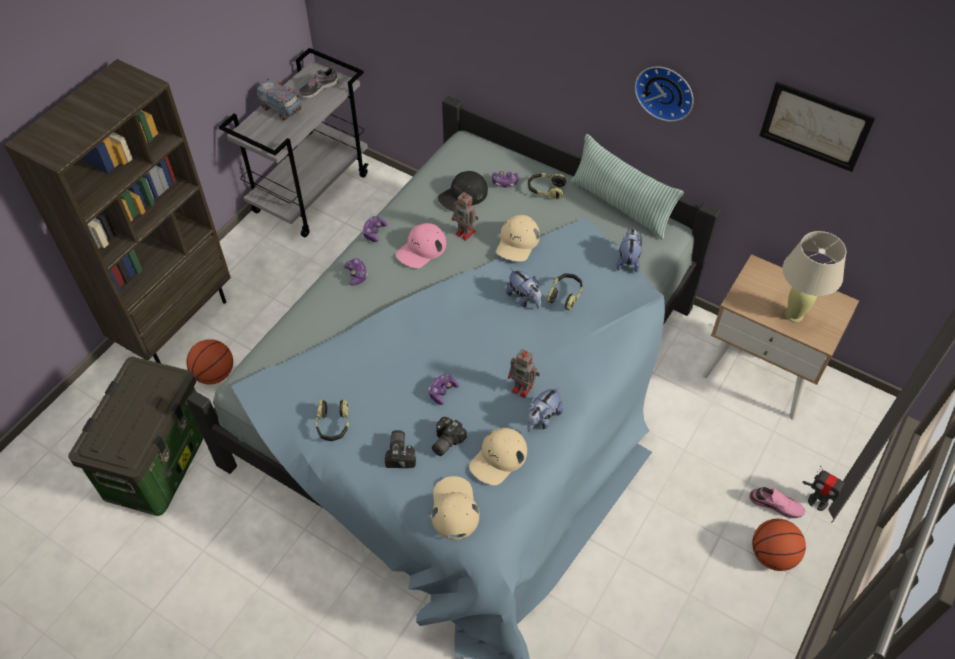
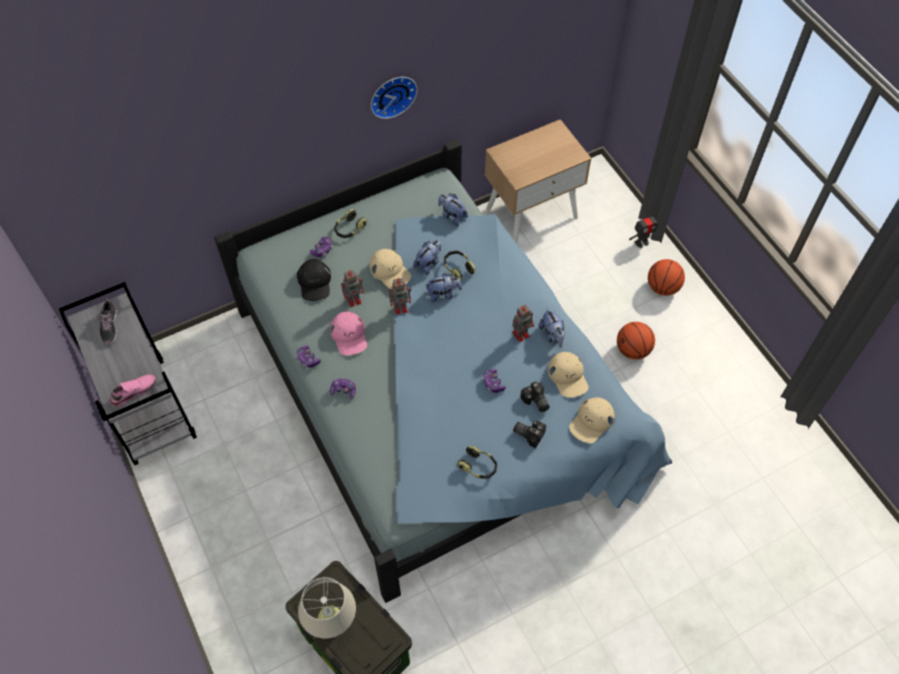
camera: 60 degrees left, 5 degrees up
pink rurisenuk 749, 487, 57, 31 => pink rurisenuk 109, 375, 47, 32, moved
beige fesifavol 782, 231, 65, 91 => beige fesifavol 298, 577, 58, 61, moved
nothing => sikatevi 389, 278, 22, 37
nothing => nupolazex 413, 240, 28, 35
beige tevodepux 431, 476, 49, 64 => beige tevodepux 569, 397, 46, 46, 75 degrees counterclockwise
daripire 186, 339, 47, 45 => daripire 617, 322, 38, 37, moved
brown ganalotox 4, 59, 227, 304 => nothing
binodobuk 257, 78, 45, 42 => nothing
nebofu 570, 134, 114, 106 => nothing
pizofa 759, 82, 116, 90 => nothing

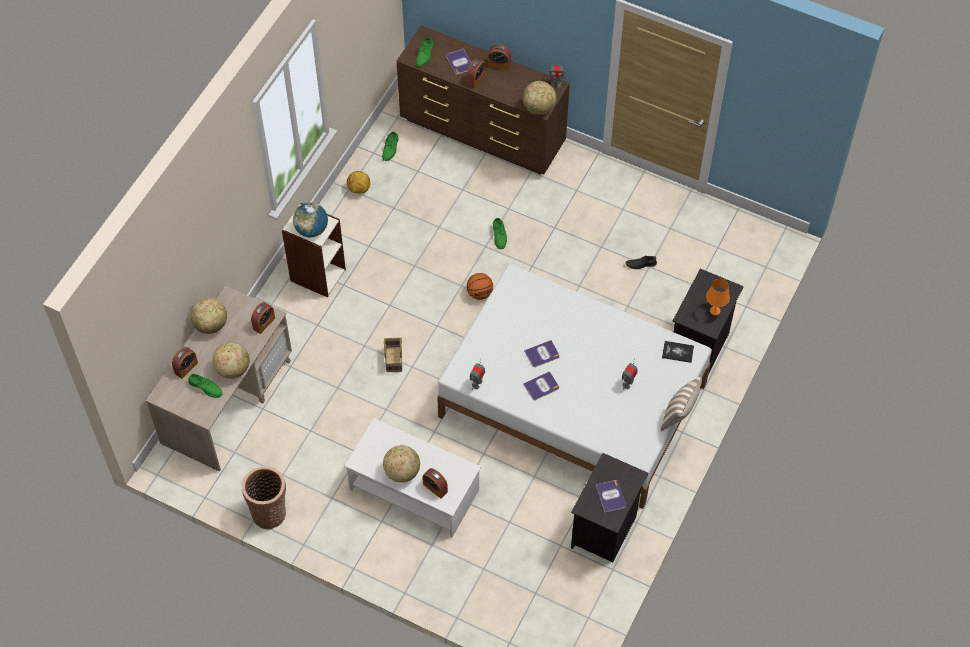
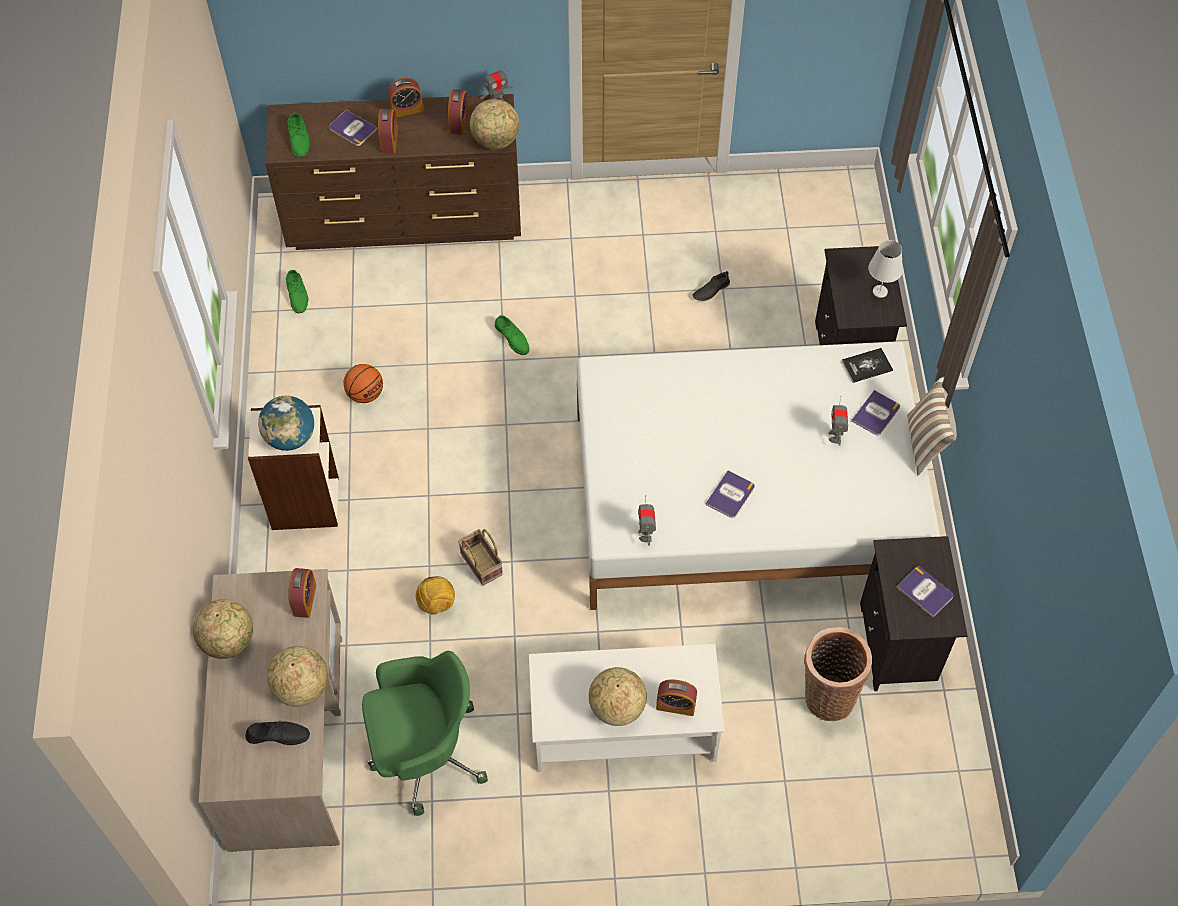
camera: 30 degrees left, 0 degrees up
green rurisenuk 188, 374, 35, 24 => black rurisenuk 246, 721, 64, 24
daripire 467, 273, 26, 27 => daripire 343, 364, 40, 39, moved
nothing => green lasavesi 362, 651, 126, 165
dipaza 347, 171, 23, 23 => dipaza 416, 576, 39, 39, moved
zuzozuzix 172, 347, 26, 32 => zuzozuzix 448, 89, 21, 46, moved
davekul 241, 466, 45, 63 => davekul 804, 627, 68, 94, moved
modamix 524, 340, 36, 27 => modamix 851, 390, 49, 45, moved
orange fesifavol 706, 279, 24, 36 => white fesifavol 868, 240, 35, 58

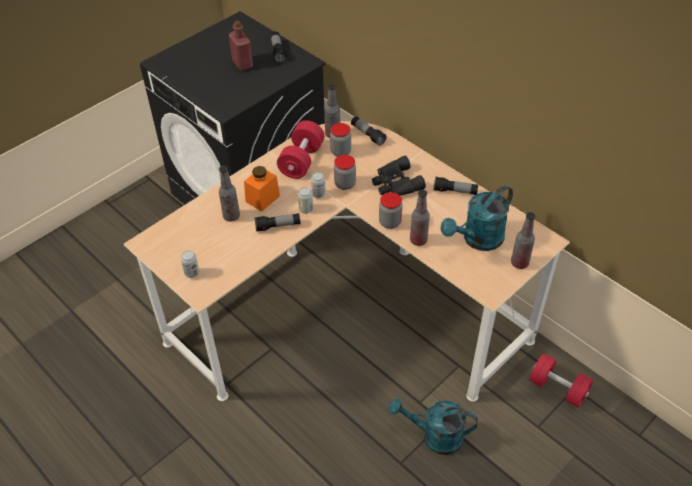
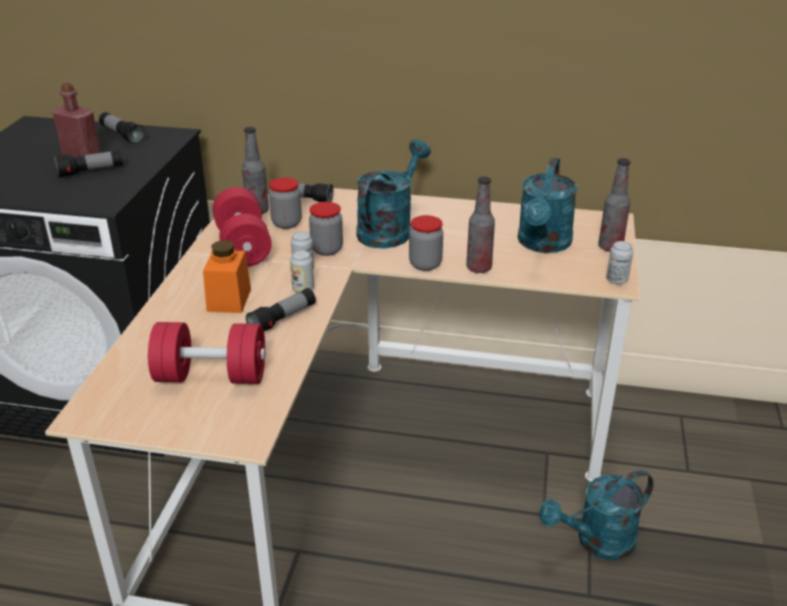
camera: 35 degrees left, 15 degrees down
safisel 434, 177, 44, 18 => safisel 54, 150, 69, 27, moved
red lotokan 529, 354, 64, 54 => red lotokan 148, 322, 118, 62, moved
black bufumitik 372, 156, 54, 40 => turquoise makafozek 356, 140, 75, 108
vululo 181, 250, 18, 28 => vululo 606, 241, 27, 44, moved
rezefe 219, 166, 21, 56 => nothing

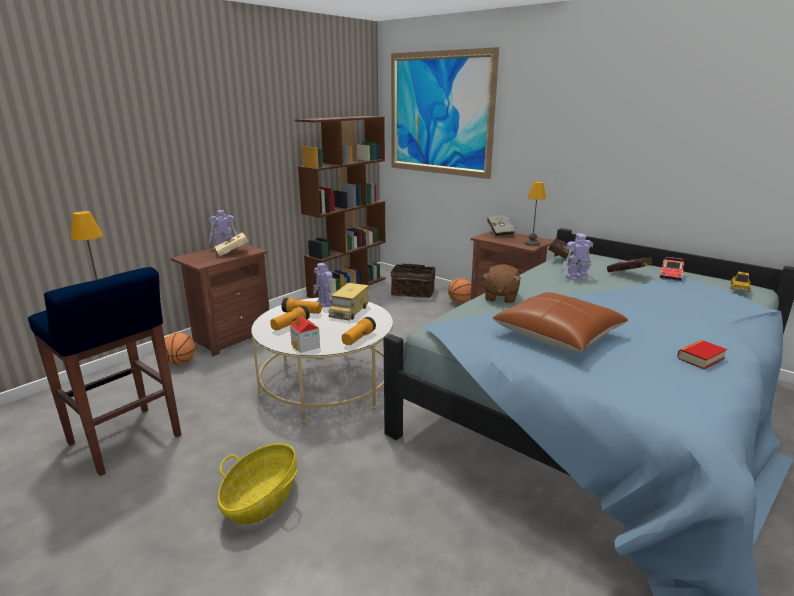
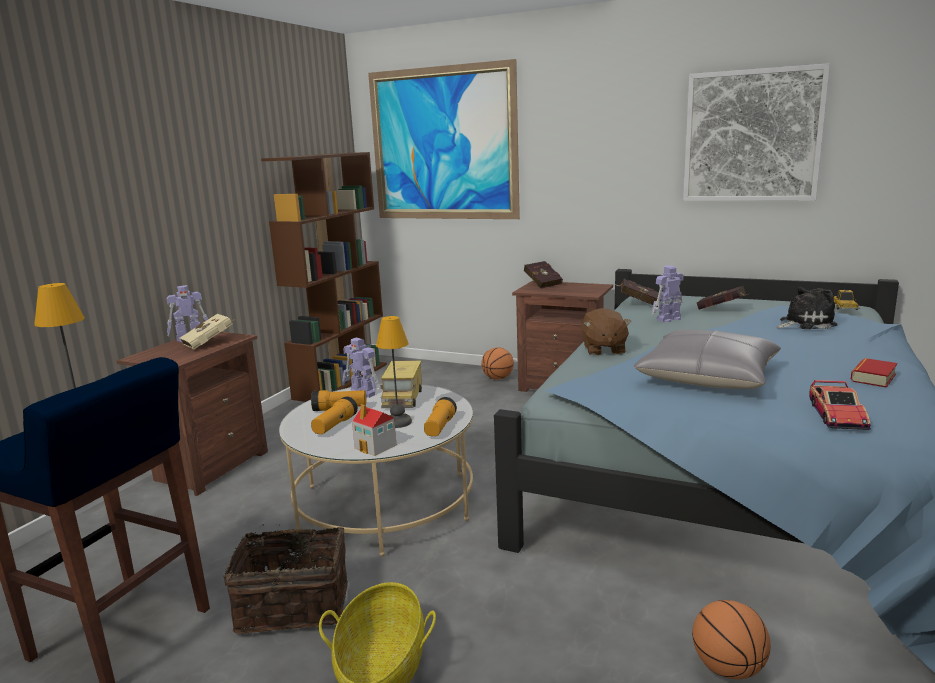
camera: 15 degrees left, 5 degrees down
davekul 390, 264, 46, 34 => davekul 223, 524, 125, 110, moved
fesifavol 525, 182, 21, 64 => fesifavol 376, 316, 36, 112, moved
grey modamix 487, 215, 28, 22 => red modamix 524, 261, 39, 27
brown nebofu 493, 292, 135, 60 => grey nebofu 634, 330, 147, 59
nothing => pizofa 683, 63, 147, 138
daripire 164, 332, 32, 33 => daripire 692, 600, 79, 79, moved
nothing => nupolazex 776, 287, 61, 42
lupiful 660, 257, 24, 24 => lupiful 809, 380, 62, 50, moved

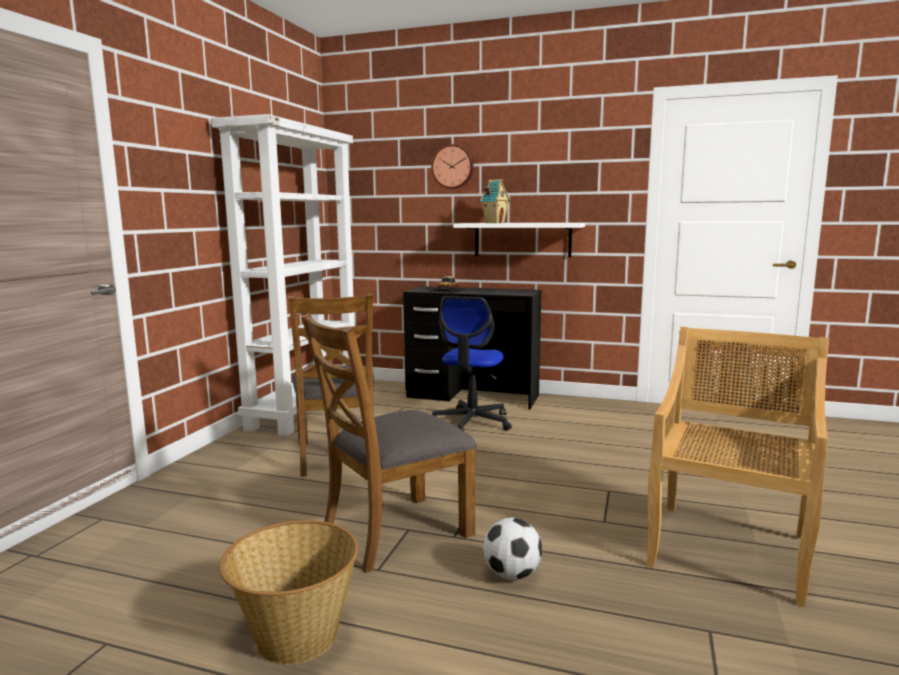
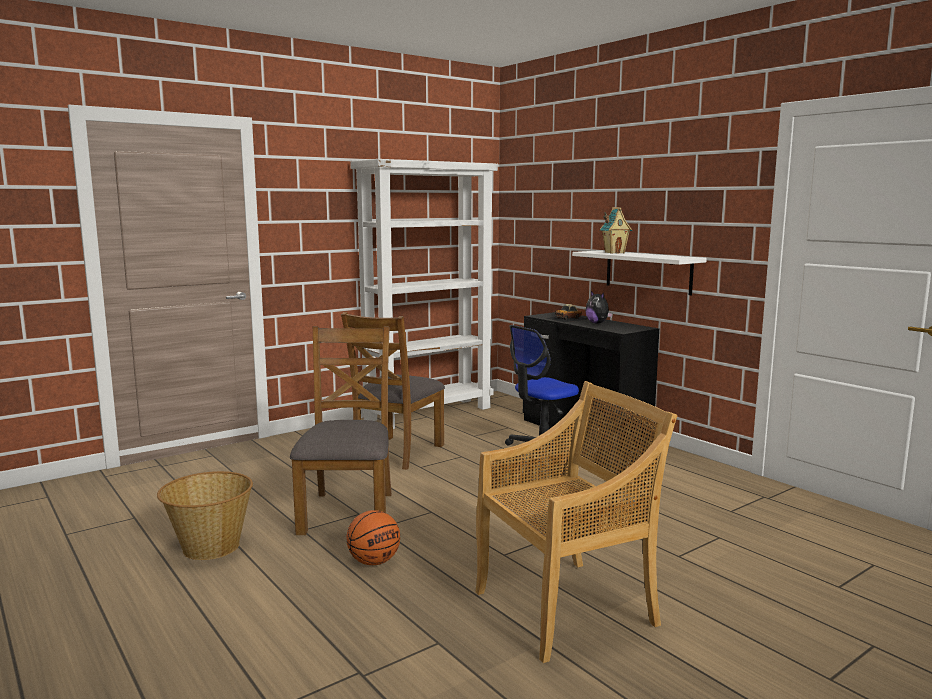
camera: 35 degrees right, 0 degrees up
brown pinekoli 301, 313, 176, 260 => brown pinekoli 290, 326, 102, 209, 90 degrees clockwise
dipaza 483, 518, 59, 62 => daripire 346, 510, 54, 55
nothing => nupolazex 585, 291, 28, 33
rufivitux 431, 144, 43, 45 => nothing

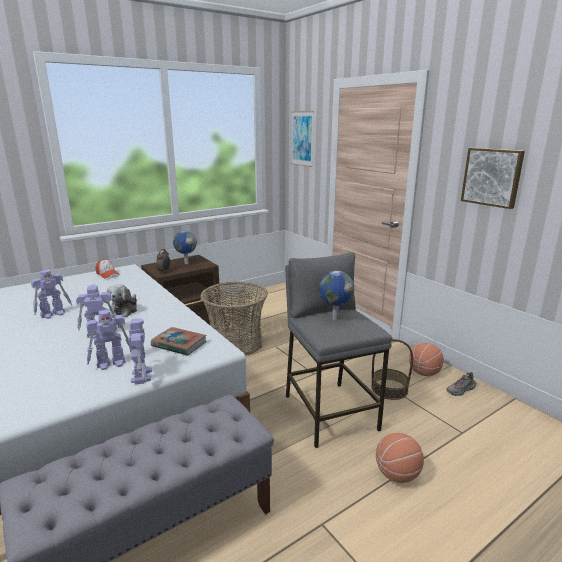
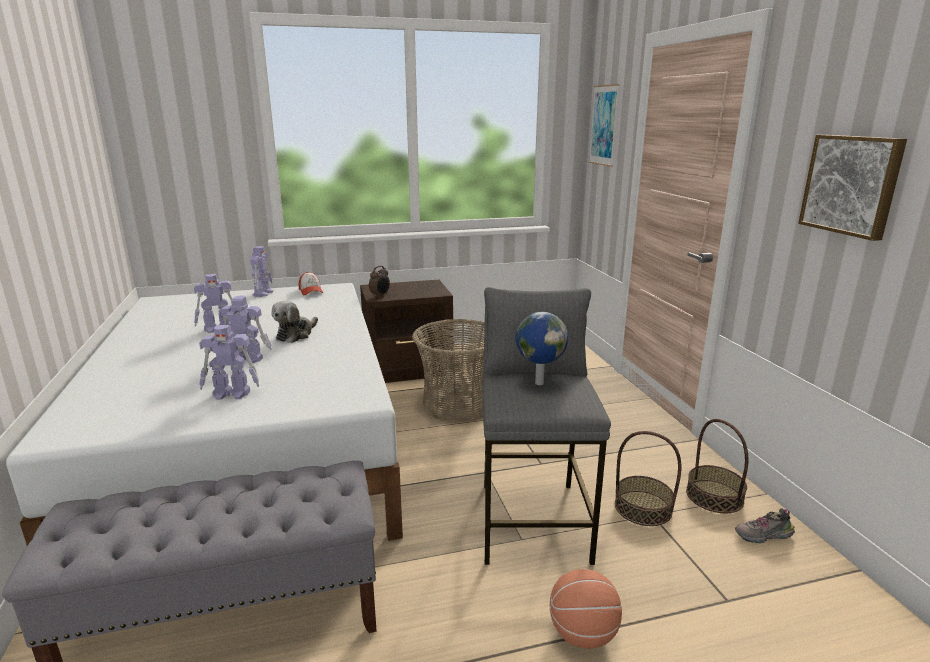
camera: 20 degrees right, 0 degrees up
sikatevi 128, 318, 24, 67 => sikatevi 250, 246, 23, 51, moved
daripire 409, 343, 35, 33 => davekul 686, 419, 63, 94
modamix 151, 327, 56, 29 => nothing
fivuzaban 173, 231, 24, 33 => nothing

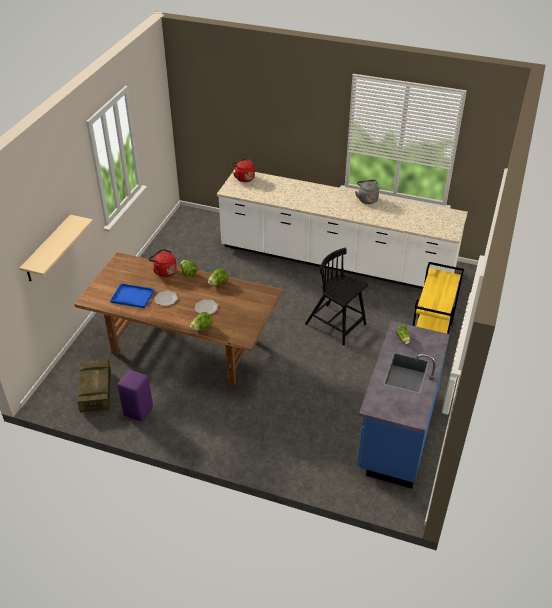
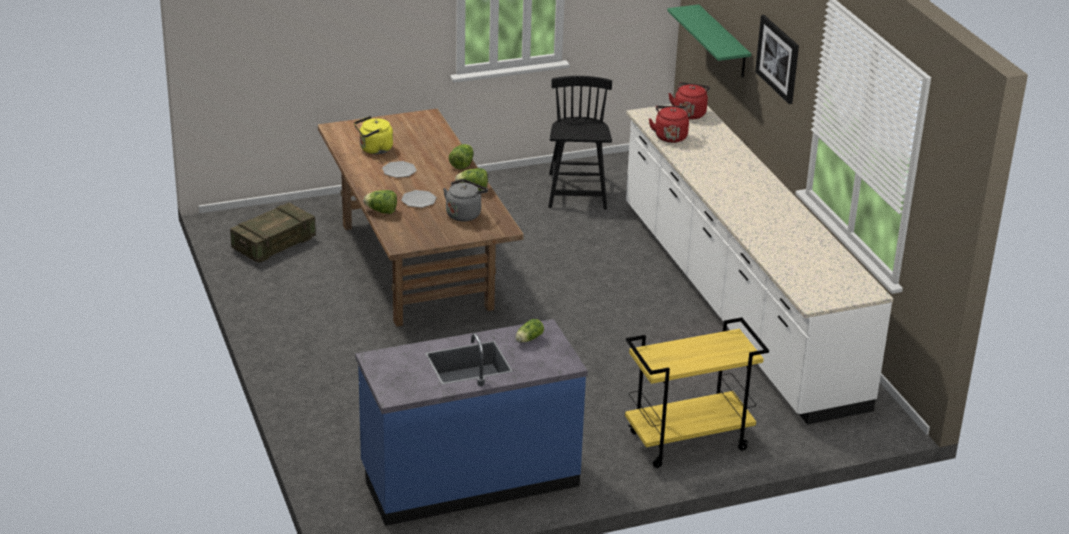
camera: 50 degrees right, 10 degrees down
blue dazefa 110, 283, 44, 26 => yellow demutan 354, 116, 39, 38
grey demutan 355, 180, 24, 24 => grey demutan 443, 179, 45, 42, moved
black pinekoli 305, 247, 63, 99 => black pinekoli 548, 76, 64, 134, moved
red demutan 149, 249, 28, 28 => red demutan 649, 106, 40, 37, moved
nothing => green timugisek 667, 4, 84, 74
nothing => pizofa 755, 15, 44, 89
beige timugisek 19, 215, 74, 66 => nothing
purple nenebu 118, 370, 35, 51 => nothing

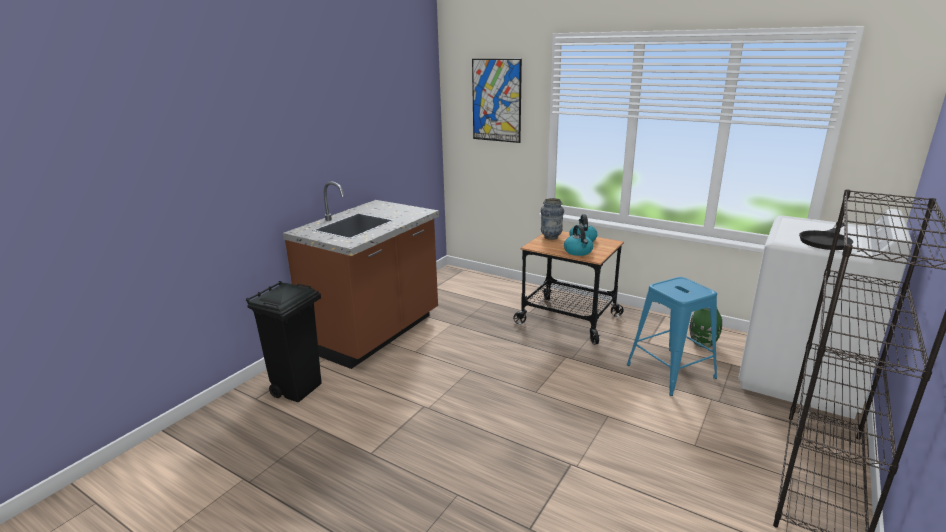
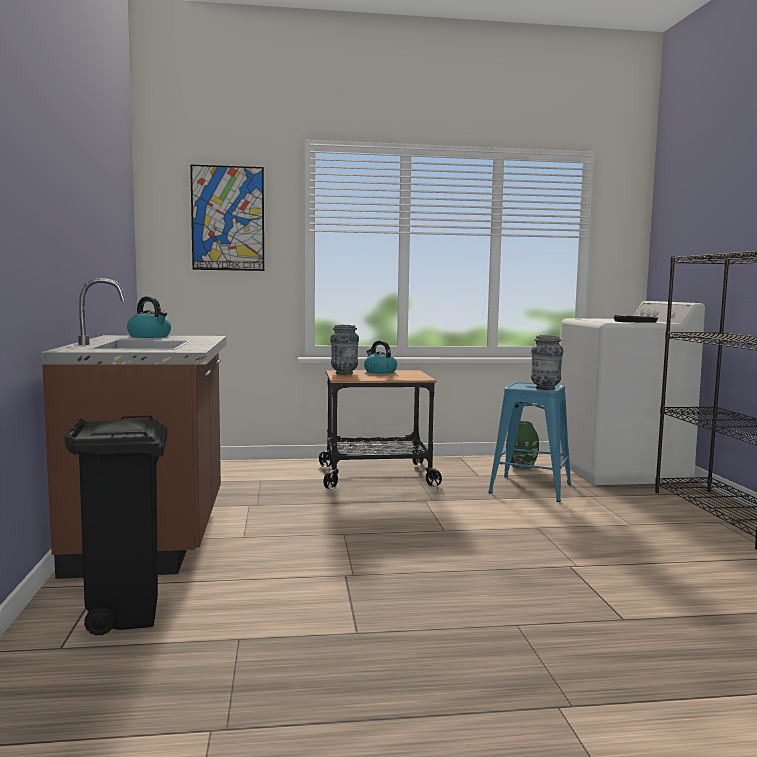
camera: 40 degrees left, 15 degrees down
demutan 564, 225, 29, 31 => demutan 127, 296, 44, 42, moved
nothing => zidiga 531, 335, 32, 55

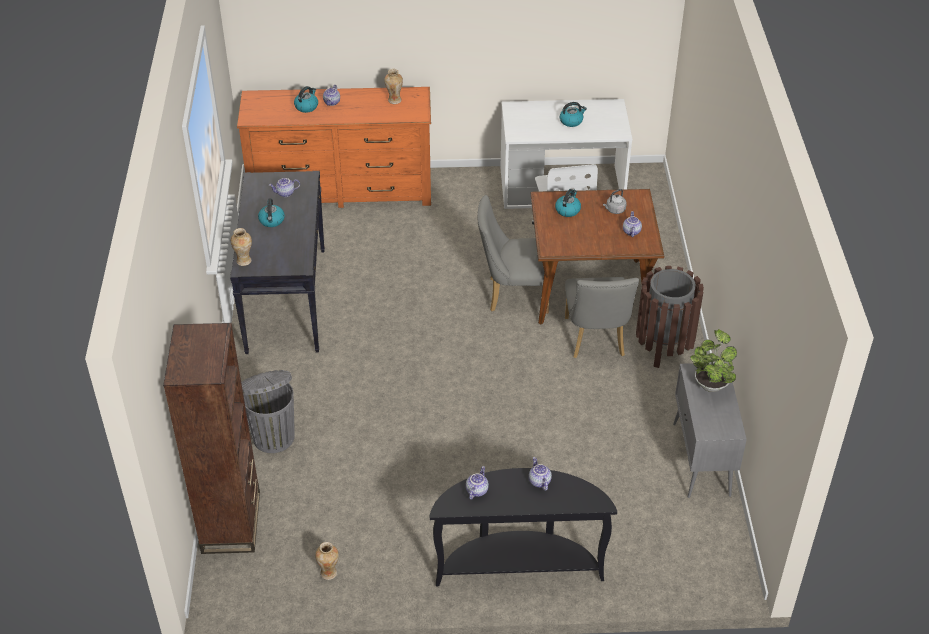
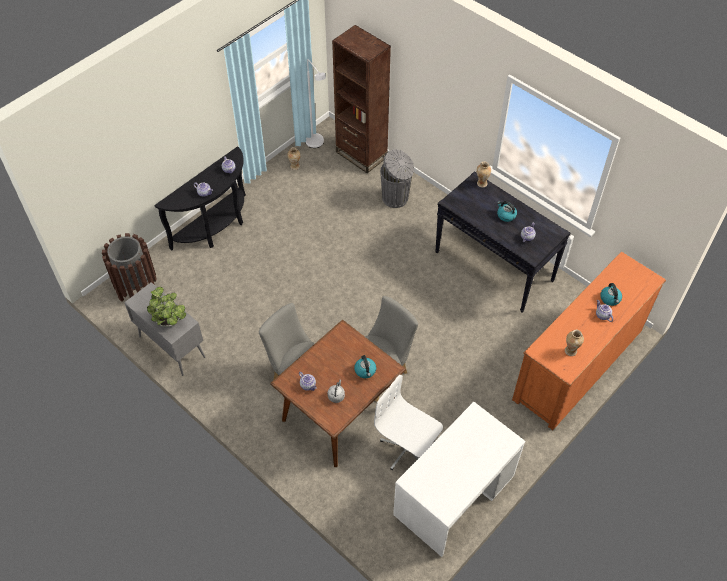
camera: 135 degrees right, 10 degrees up
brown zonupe 636, 266, 68, 102 => brown zonupe 102, 233, 55, 69, moved
nothing => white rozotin 306, 59, 20, 89
demutan 560, 102, 27, 25 => nothing

